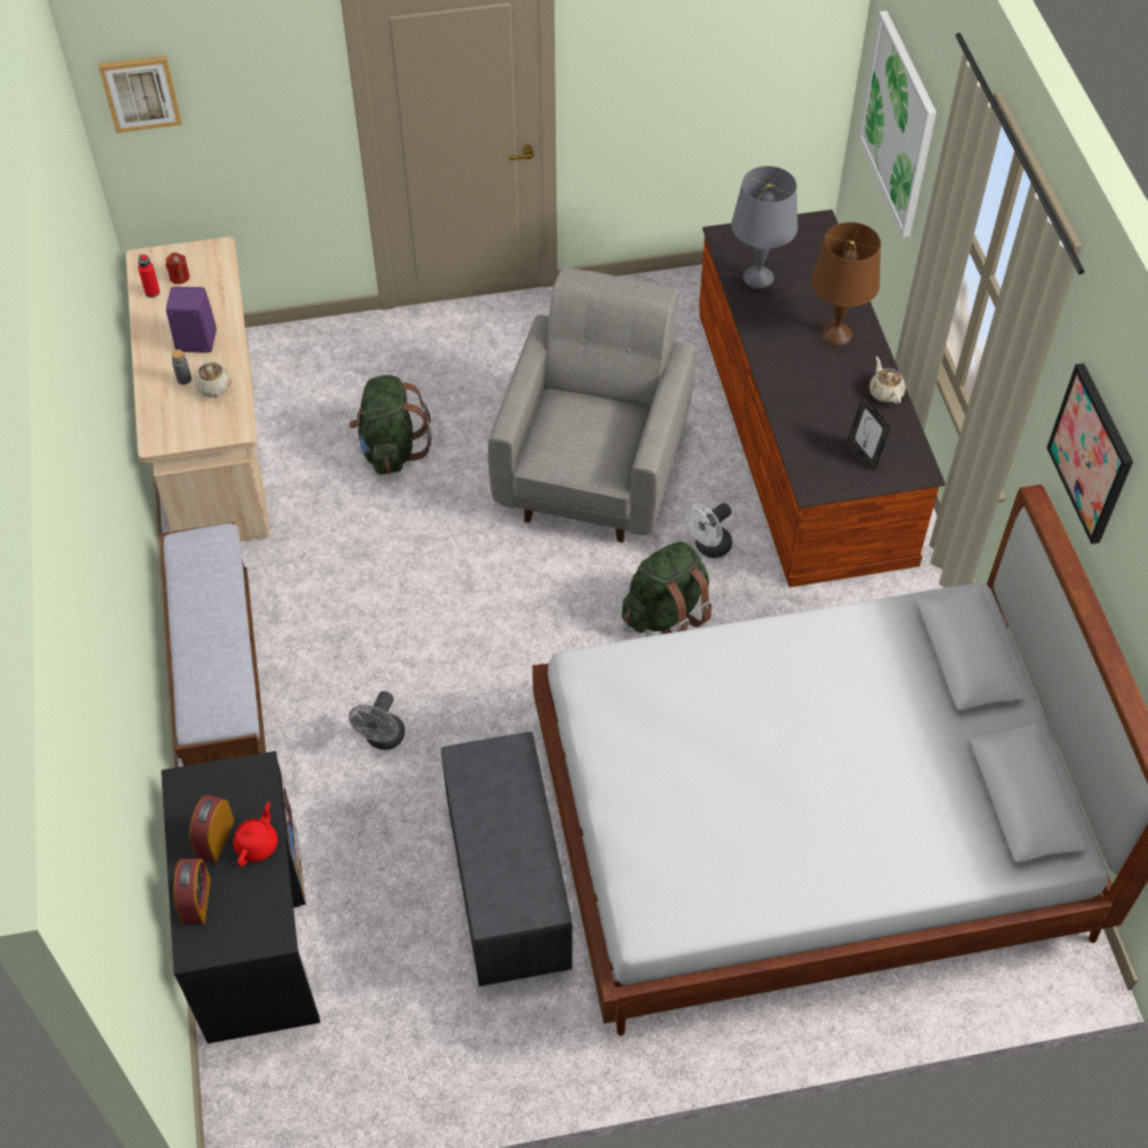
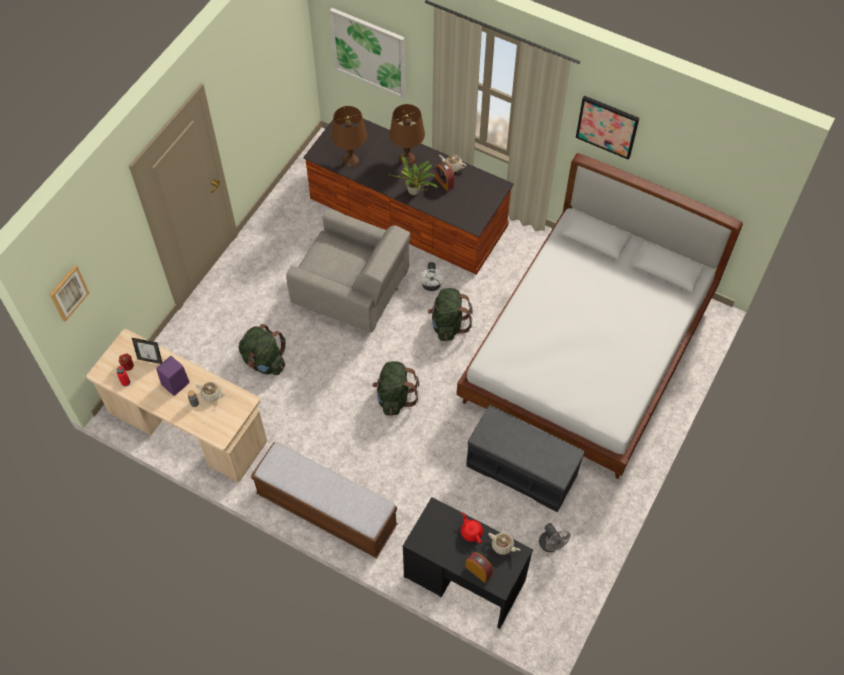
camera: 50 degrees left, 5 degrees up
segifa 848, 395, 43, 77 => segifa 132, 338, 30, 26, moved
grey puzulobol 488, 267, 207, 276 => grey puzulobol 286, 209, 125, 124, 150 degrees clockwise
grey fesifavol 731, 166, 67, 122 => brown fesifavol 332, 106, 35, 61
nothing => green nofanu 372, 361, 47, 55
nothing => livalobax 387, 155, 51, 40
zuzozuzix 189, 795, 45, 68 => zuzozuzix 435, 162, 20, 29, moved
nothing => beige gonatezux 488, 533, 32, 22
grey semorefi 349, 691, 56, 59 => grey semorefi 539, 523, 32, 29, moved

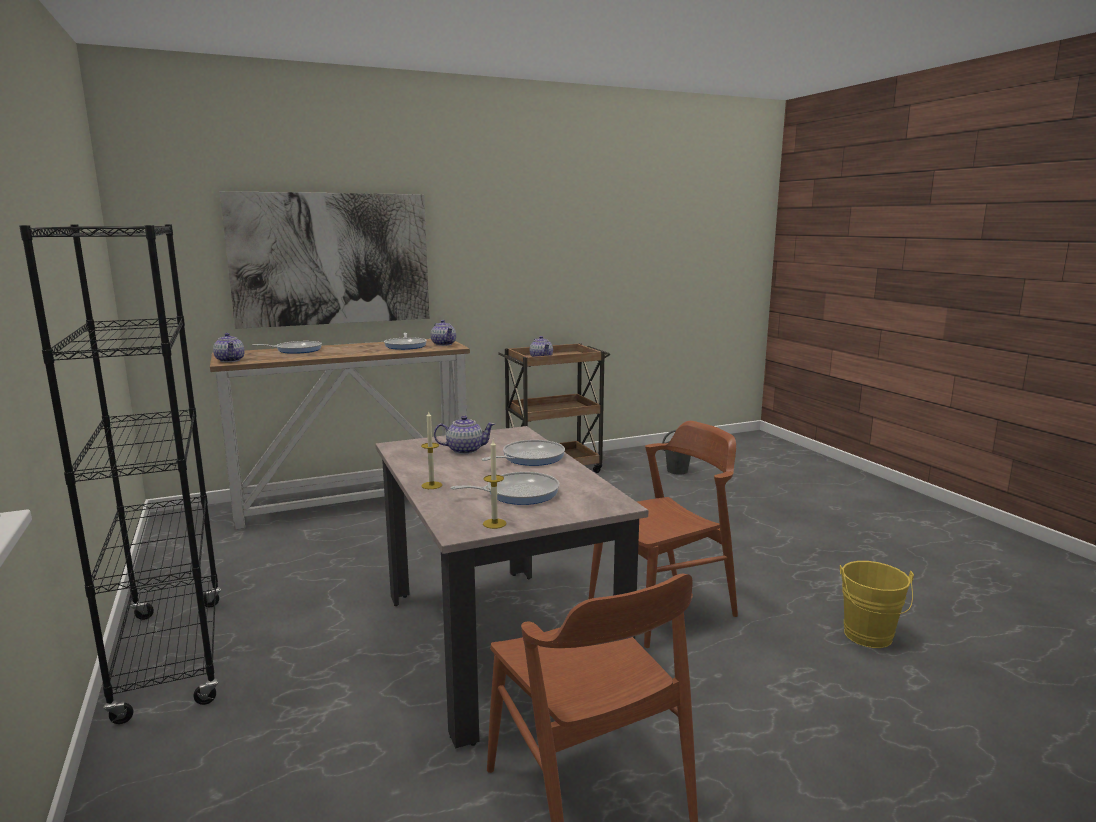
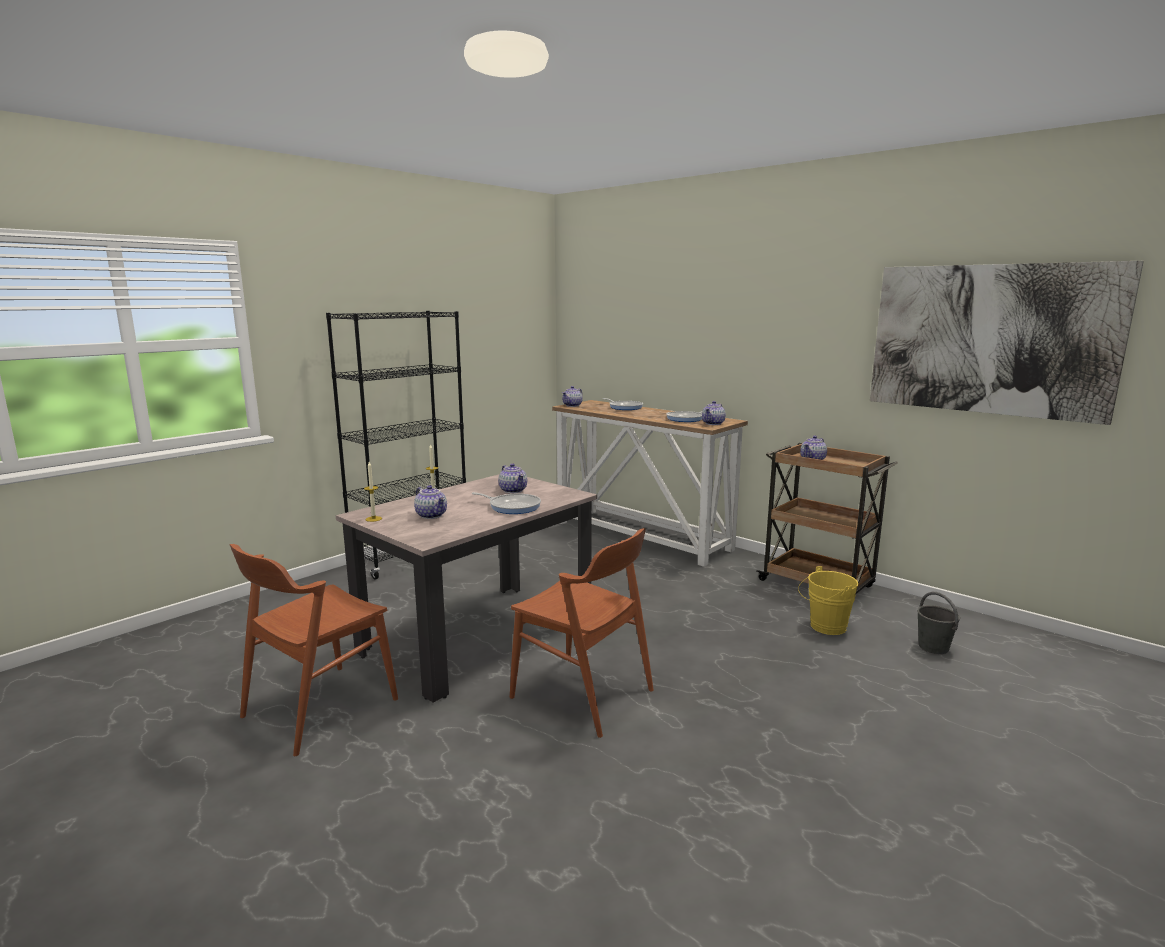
camera: 65 degrees right, 0 degrees up
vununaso 451, 472, 108, 33 => gonatezux 414, 485, 33, 34
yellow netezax 840, 561, 74, 87 => yellow netezax 798, 566, 61, 69, moved
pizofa 220, 191, 209, 138 => pizofa 870, 261, 274, 164, moved

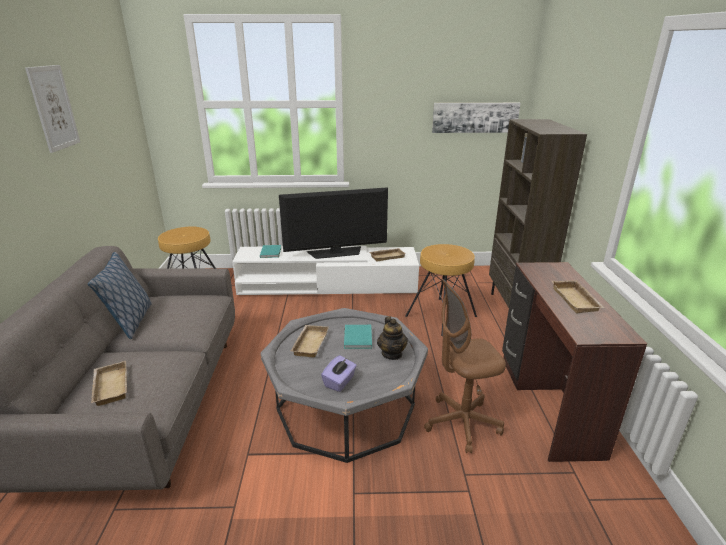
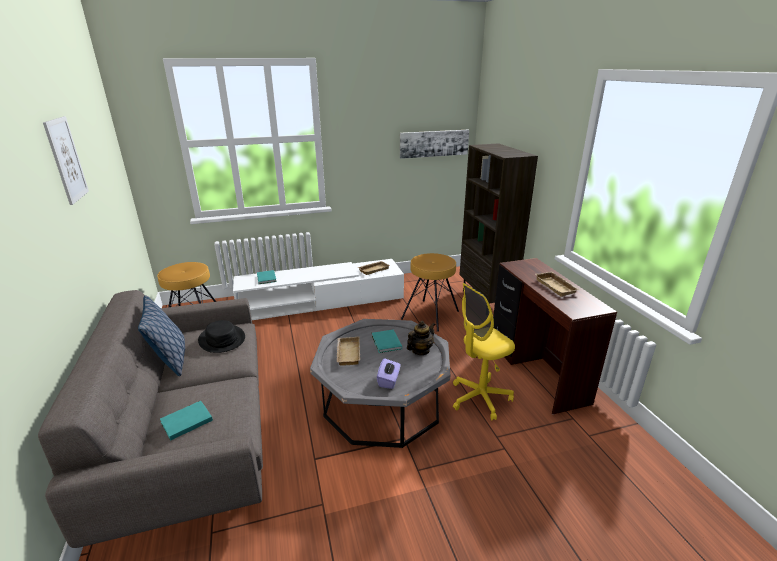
camera: 15 degrees left, 0 degrees up
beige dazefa 91, 361, 36, 45 => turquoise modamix 160, 401, 53, 40
nothing => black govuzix 198, 320, 47, 33
gonatezux 377, 316, 31, 44 => gonatezux 407, 321, 29, 34, 105 degrees counterclockwise
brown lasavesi 424, 279, 82, 174 => yellow lasavesi 453, 283, 62, 137
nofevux 279, 187, 109, 72 => nothing

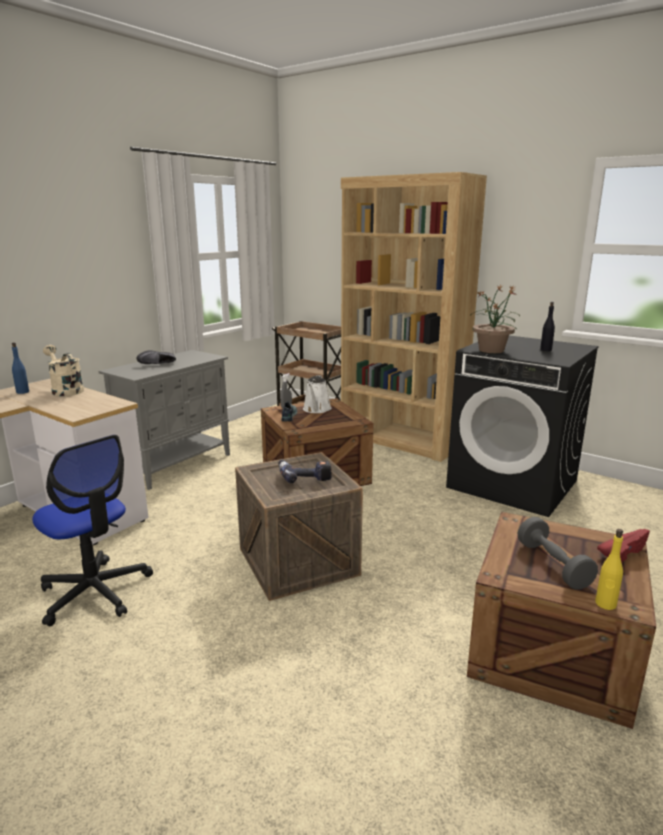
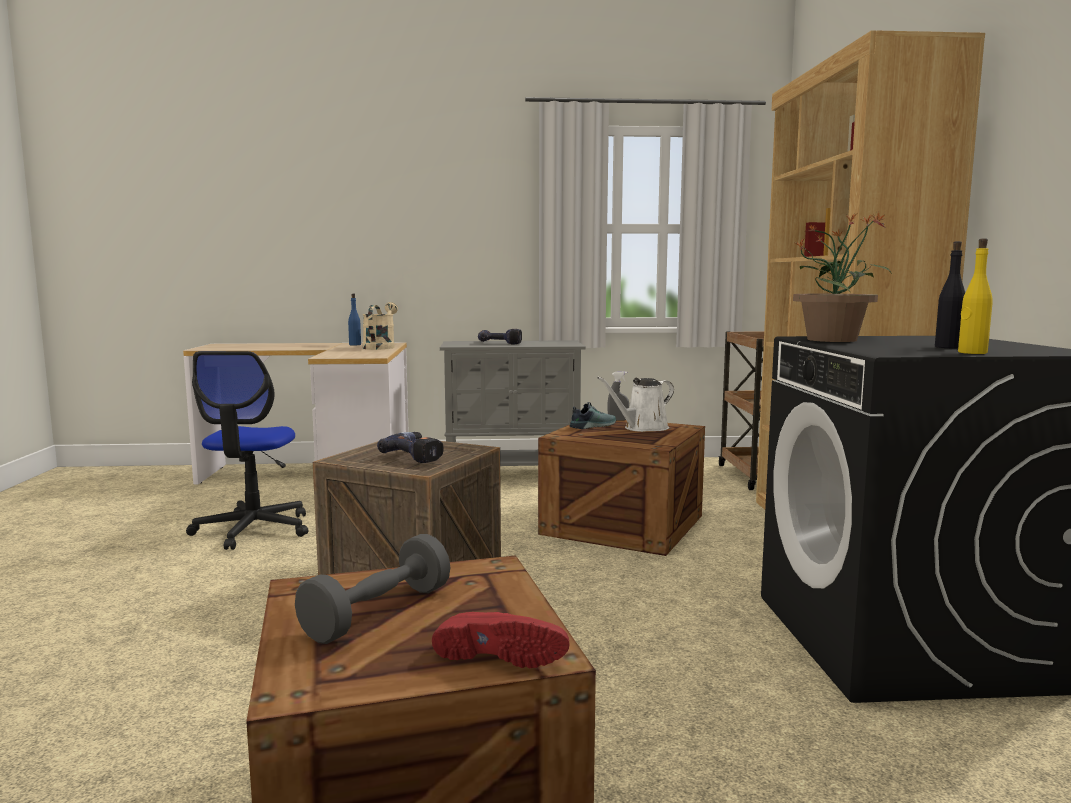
camera: 50 degrees right, 10 degrees down
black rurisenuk 136, 350, 40, 14 => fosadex 478, 329, 44, 16
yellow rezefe 595, 529, 28, 81 => yellow rezefe 958, 238, 35, 116, moved

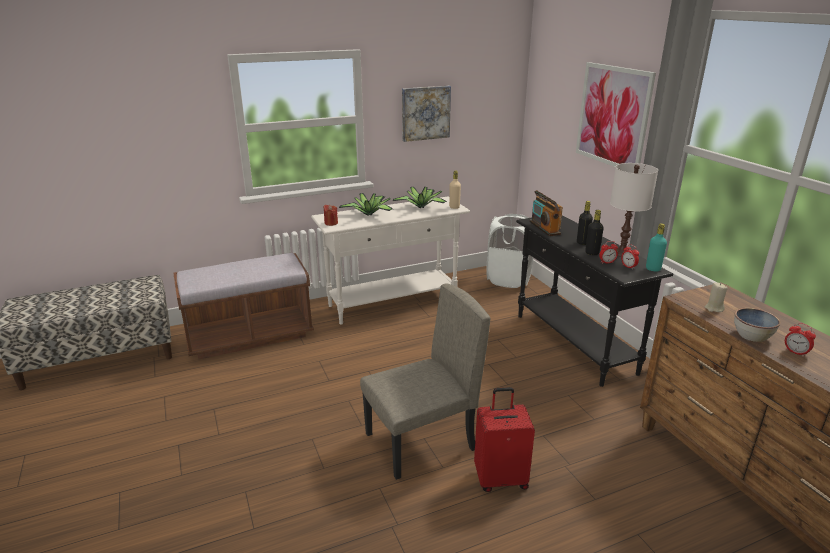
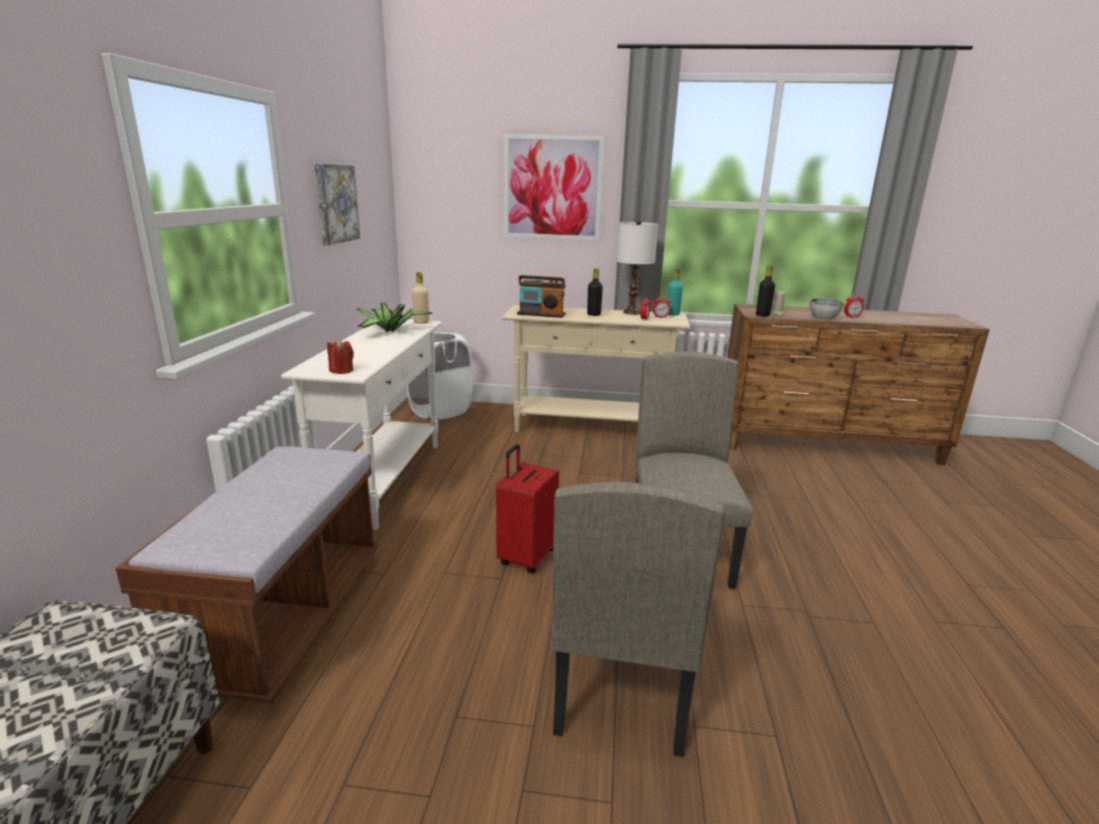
camera: 60 degrees left, 5 degrees down
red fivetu 474, 387, 61, 105 => red fivetu 496, 444, 63, 129, moved
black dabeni 516, 215, 157, 172 => beige dabeni 502, 305, 188, 127
nothing => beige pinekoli 552, 482, 173, 275
black rezefe 585, 210, 19, 45 => black rezefe 756, 266, 19, 51, moved
livalobax 339, 193, 54, 23 => nothing

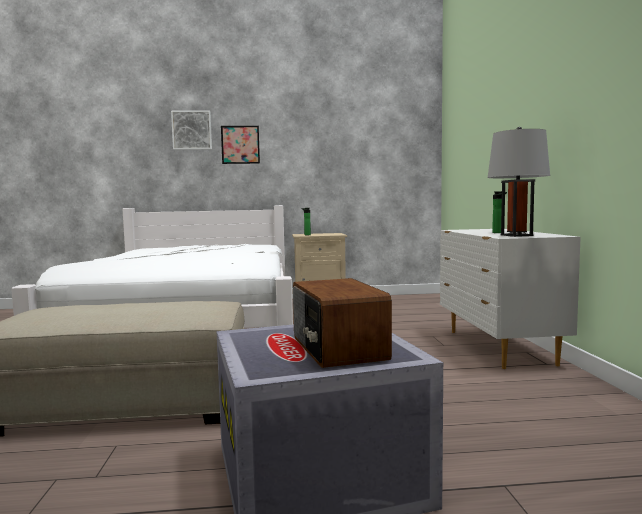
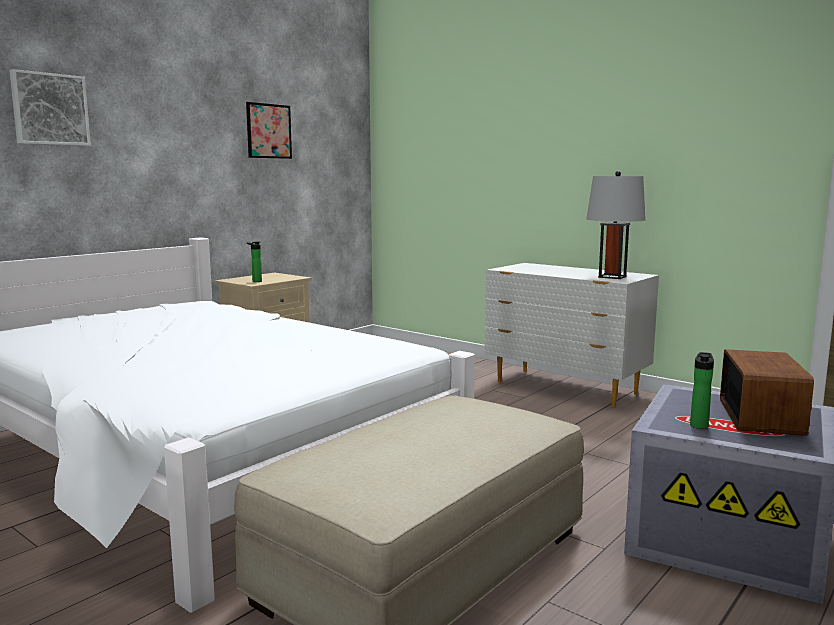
camera: 45 degrees left, 5 degrees up
pizofa 221, 126, 39, 38 => pizofa 246, 102, 46, 57, moved
rezefe 492, 191, 15, 42 => rezefe 690, 352, 24, 77, moved
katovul 293, 278, 99, 90 => katovul 720, 349, 94, 87, 105 degrees counterclockwise

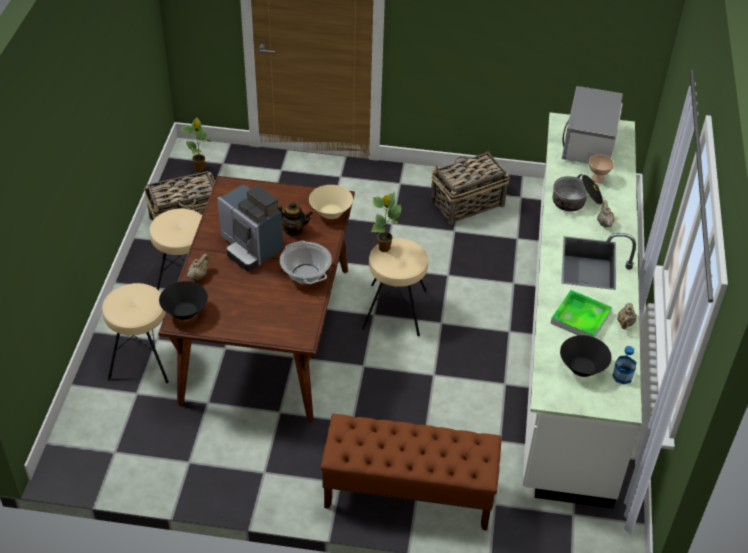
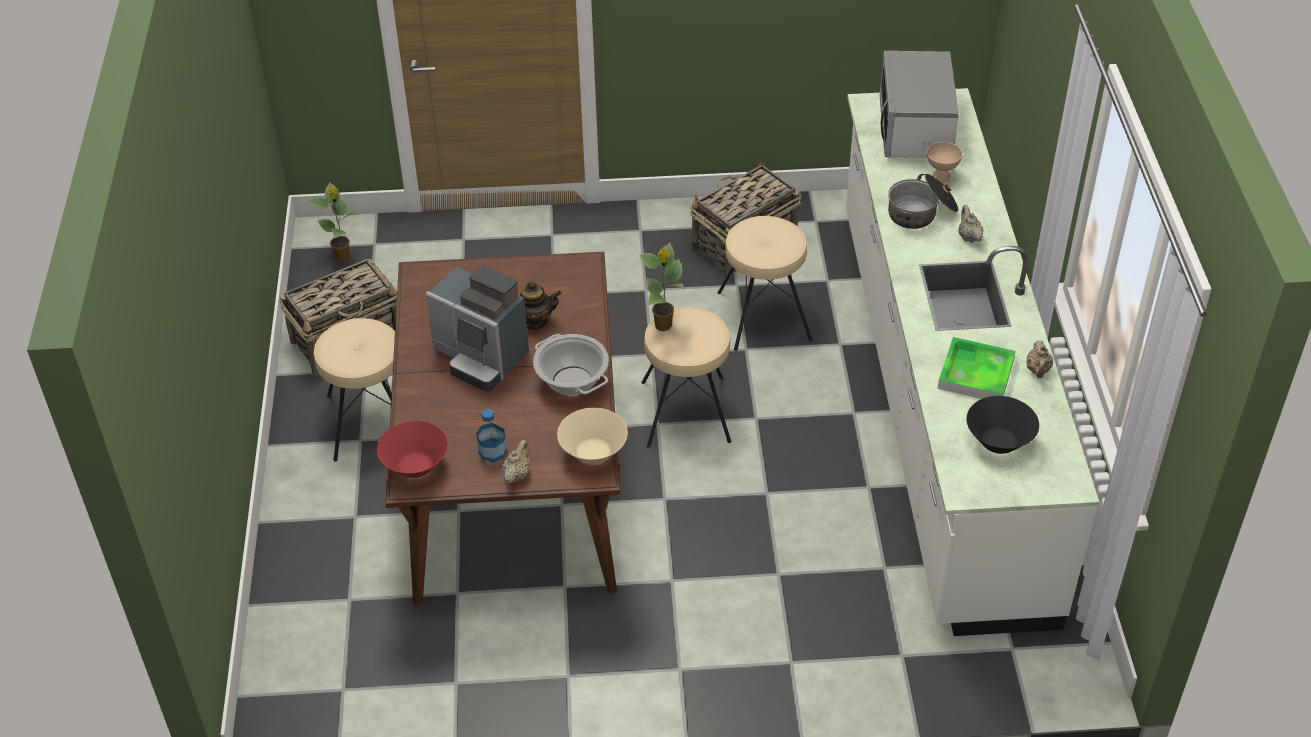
camera: 10 degrees left, 0 degrees up
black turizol 159, 281, 49, 39 => red turizol 377, 421, 71, 57
rezefe 612, 346, 24, 38 => rezefe 476, 409, 31, 54, moved
beige gonatezux 187, 254, 23, 26 => beige gonatezux 502, 440, 28, 43, moved
beige turizol 309, 185, 44, 34 => beige turizol 557, 408, 71, 57, moved
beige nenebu 102, 283, 67, 100 => beige nenebu 717, 216, 96, 135, moved
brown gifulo 321, 414, 181, 117 => nothing

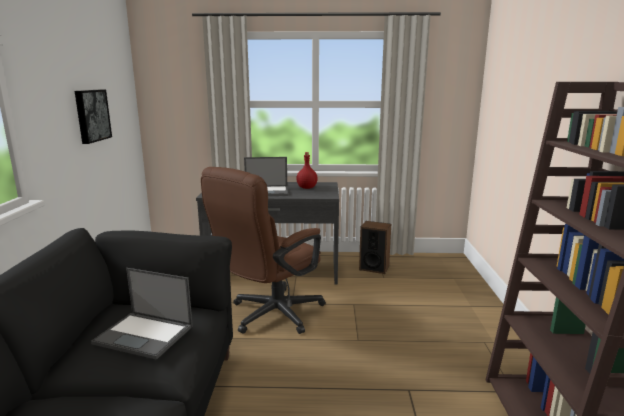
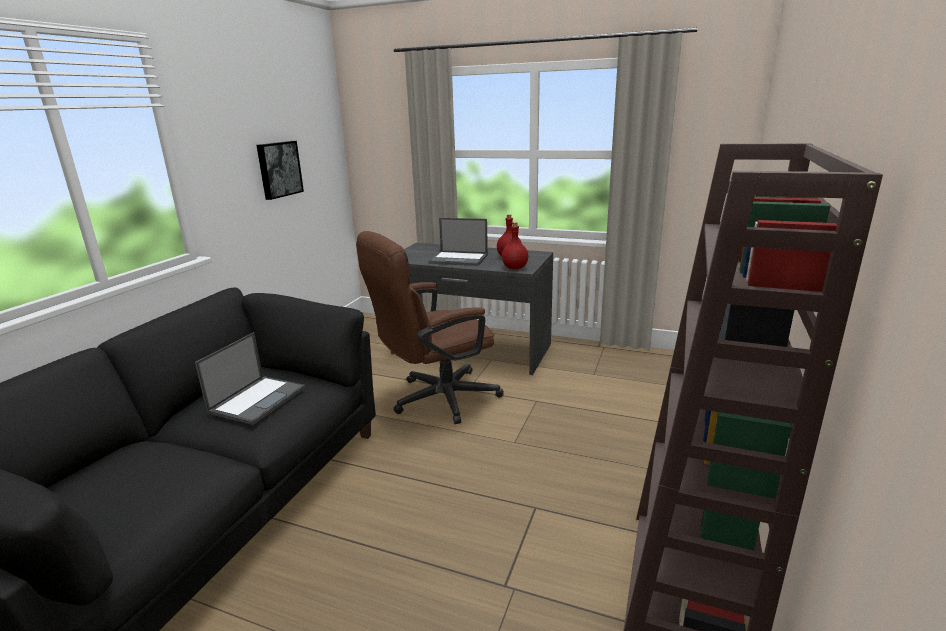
camera: 20 degrees right, 5 degrees up
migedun 91, 268, 102, 92 => migedun 195, 332, 110, 93, 105 degrees counterclockwise
nothing => red rezefe 502, 222, 27, 47
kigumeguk 359, 221, 32, 53 => nothing

